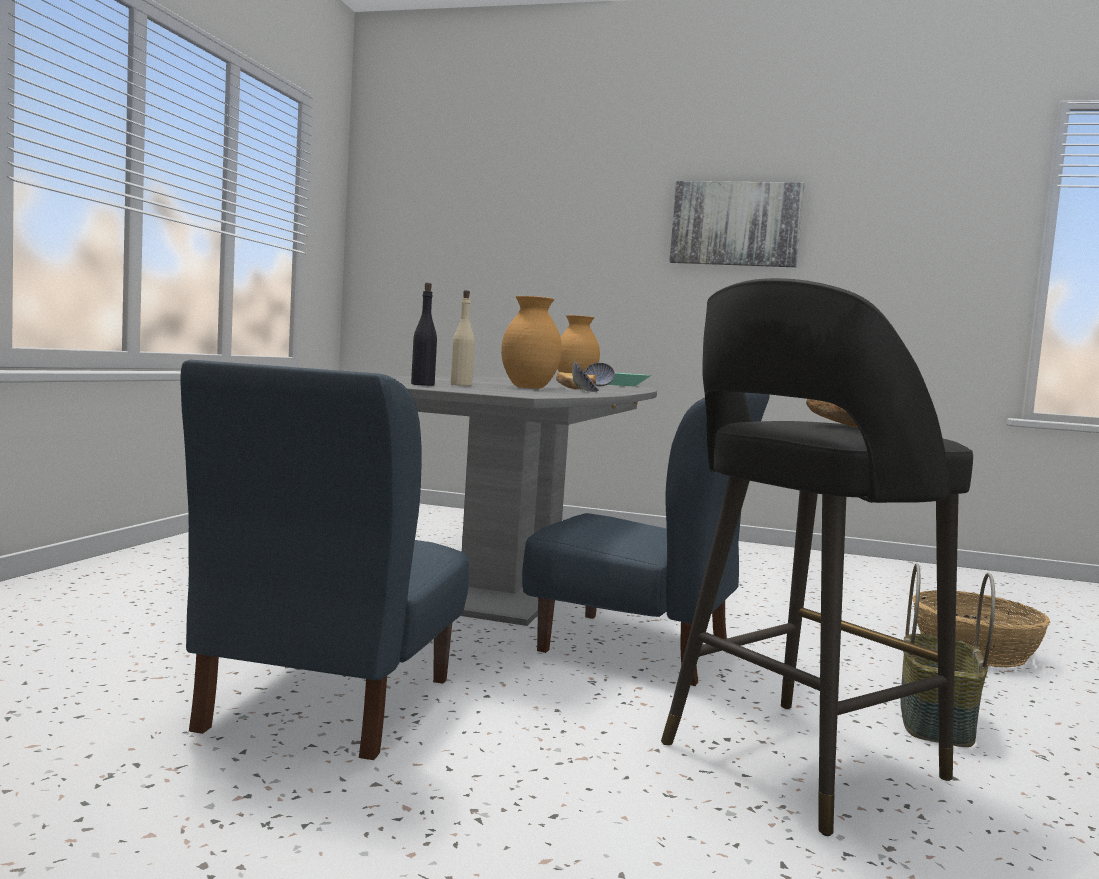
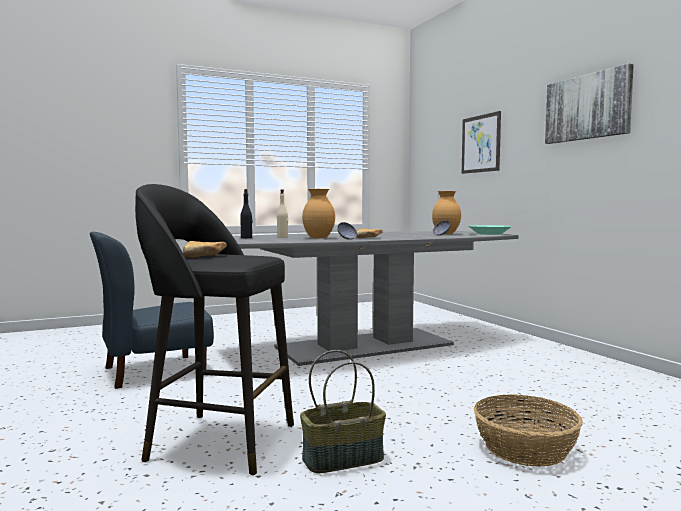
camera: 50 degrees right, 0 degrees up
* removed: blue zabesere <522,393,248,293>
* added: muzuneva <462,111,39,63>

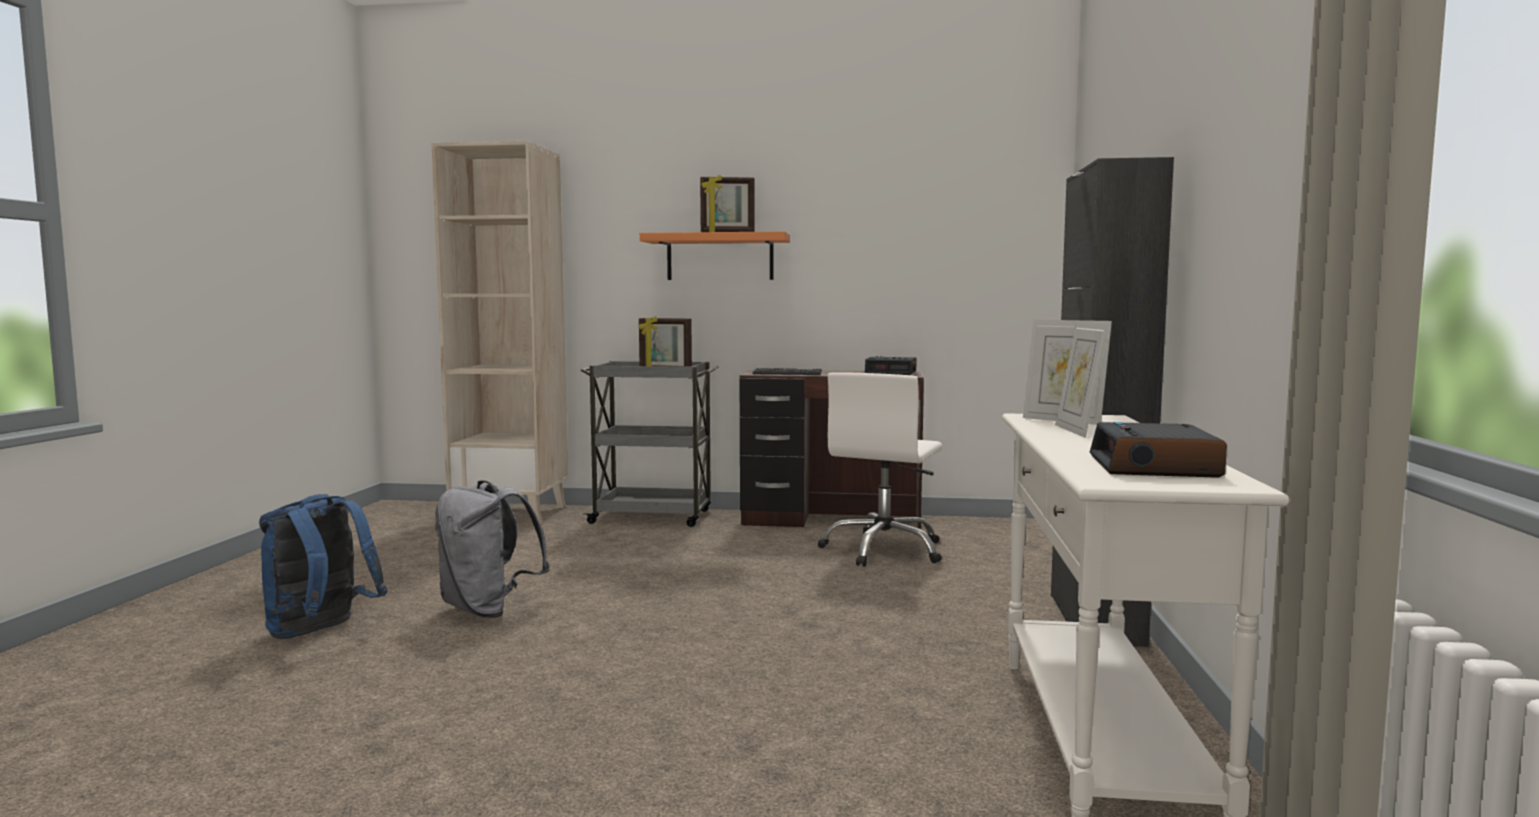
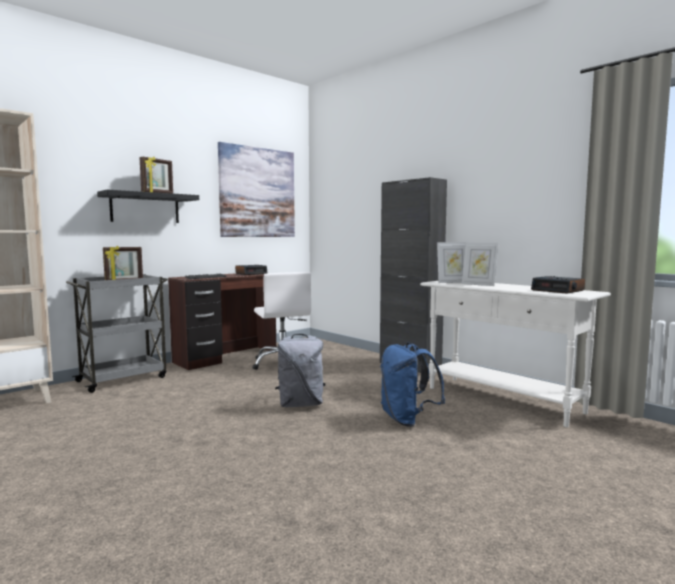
camera: 50 degrees left, 0 degrees up
* added: muzuneva <218,142,77,95>
* moved: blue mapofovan <259,494,129,145> to <381,342,64,85>
* moved: grey mapofovan <435,480,115,138> to <275,334,51,73>
* recoloured: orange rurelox <640,231,150,49> to black rurelox <97,189,102,34>

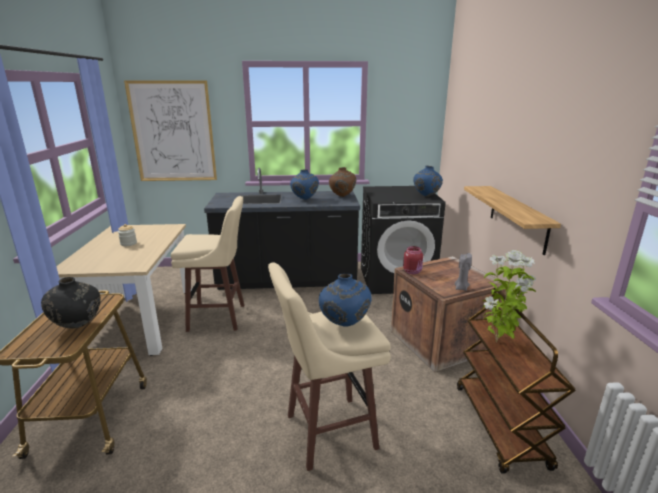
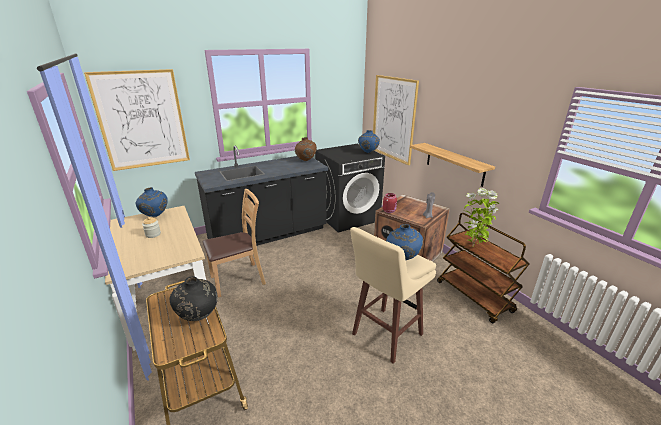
camera: 25 degrees left, 5 degrees up
* added: muzuneva <373,75,46,90>
* moved: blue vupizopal <290,169,29,31> to <136,187,32,30>
* replaced: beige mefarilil <171,196,73,136> to brown zabesere <203,189,63,109>

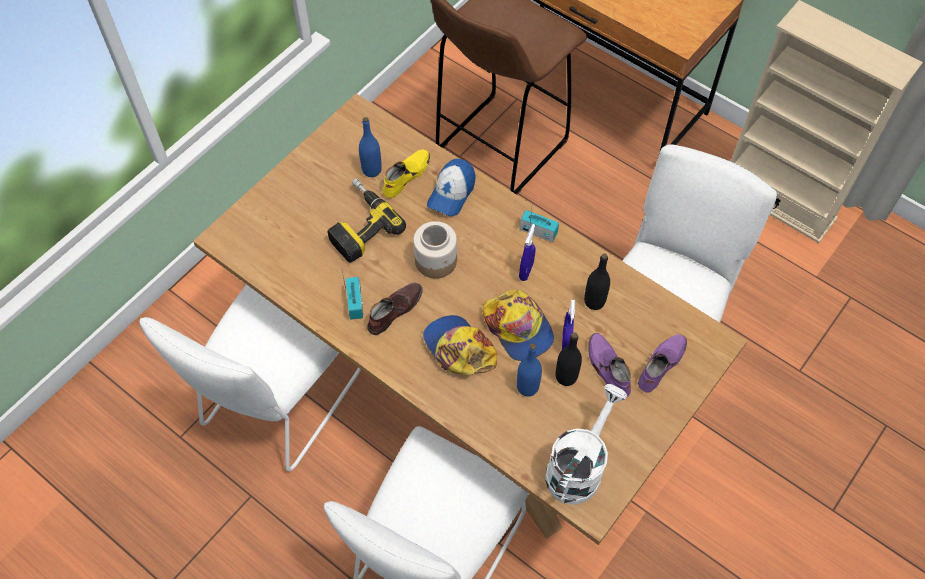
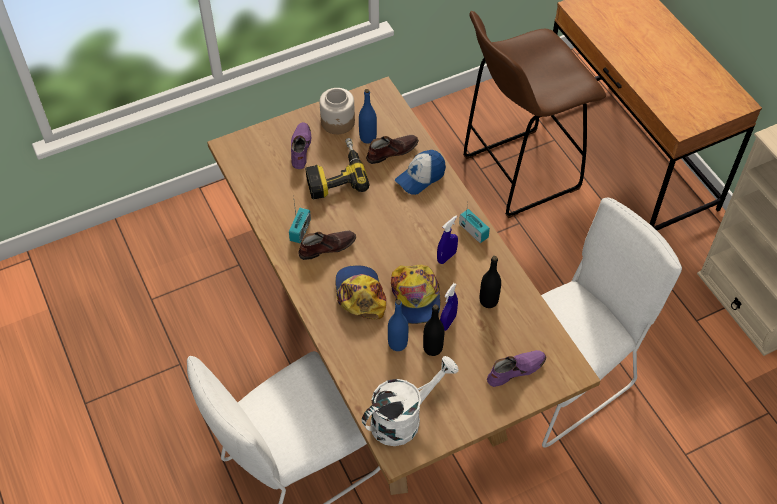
camera: 25 degrees right, 5 degrees down
* removed: white zabesere <139,284,222,188>
* moved: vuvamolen <413,221,44,57> to <319,88,36,46>
* moved: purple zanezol <588,333,43,65> to <291,122,20,47>
* recoloured: yellow zanezol <382,149,48,49> to brown zanezol <366,135,53,29>

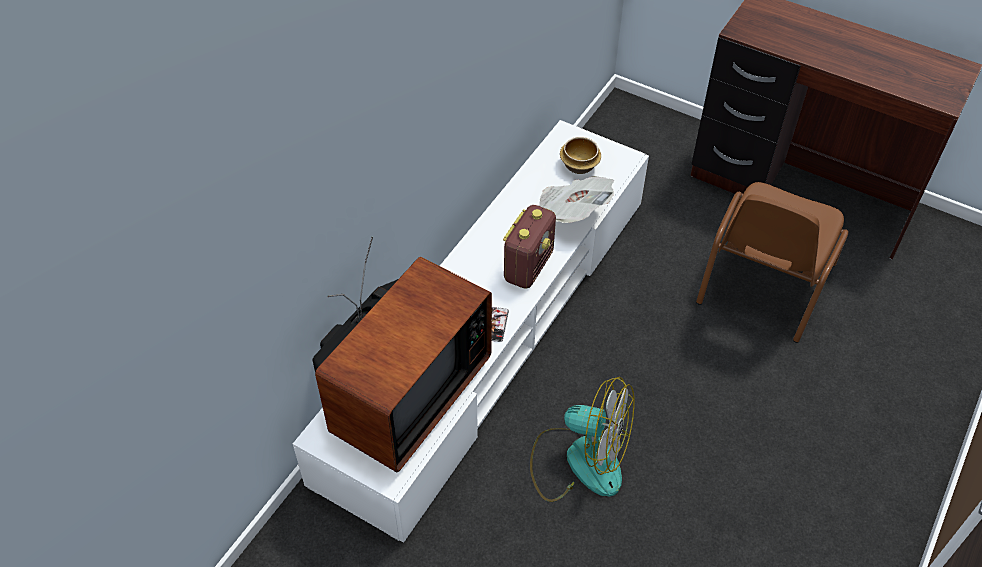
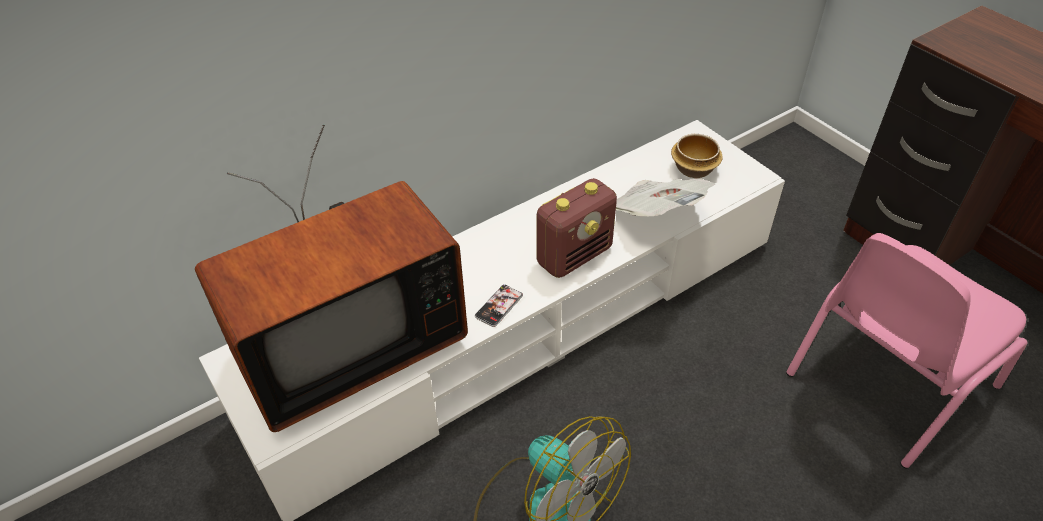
camera: 25 degrees right, 5 degrees down
* recoloured: brown zabesere <696,182,153,161> to pink zabesere <786,233,241,236>

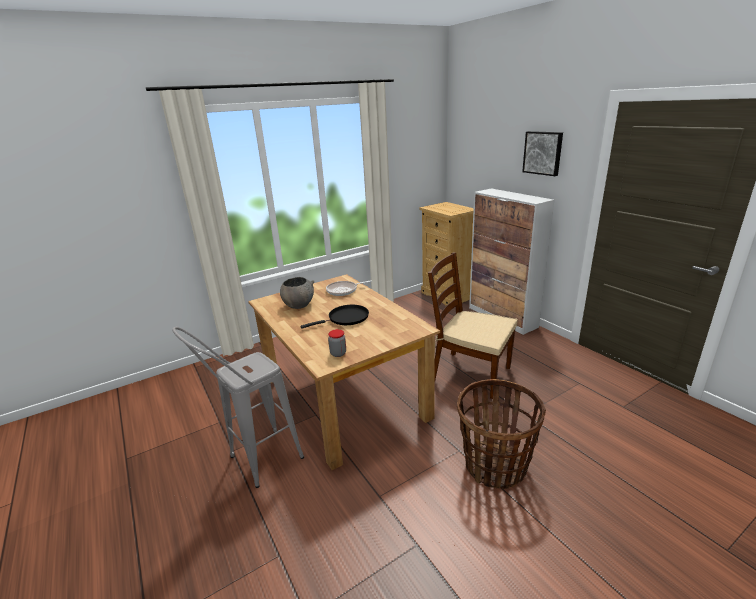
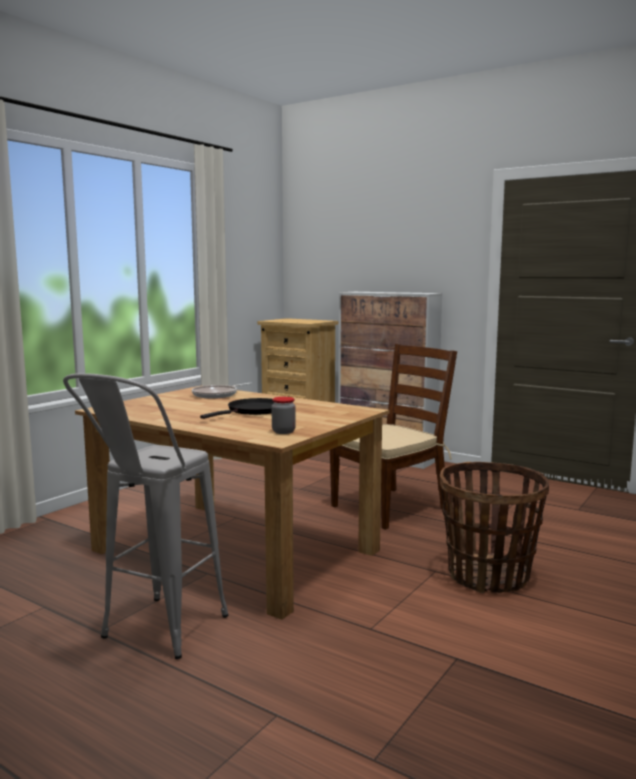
camera: 25 degrees left, 15 degrees down
* removed: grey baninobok <280,277,35,32>
* removed: muzuneva <522,131,41,45>
* turned: brown zabesere <428,252,90,147> = <330,344,127,186> 135 degrees clockwise

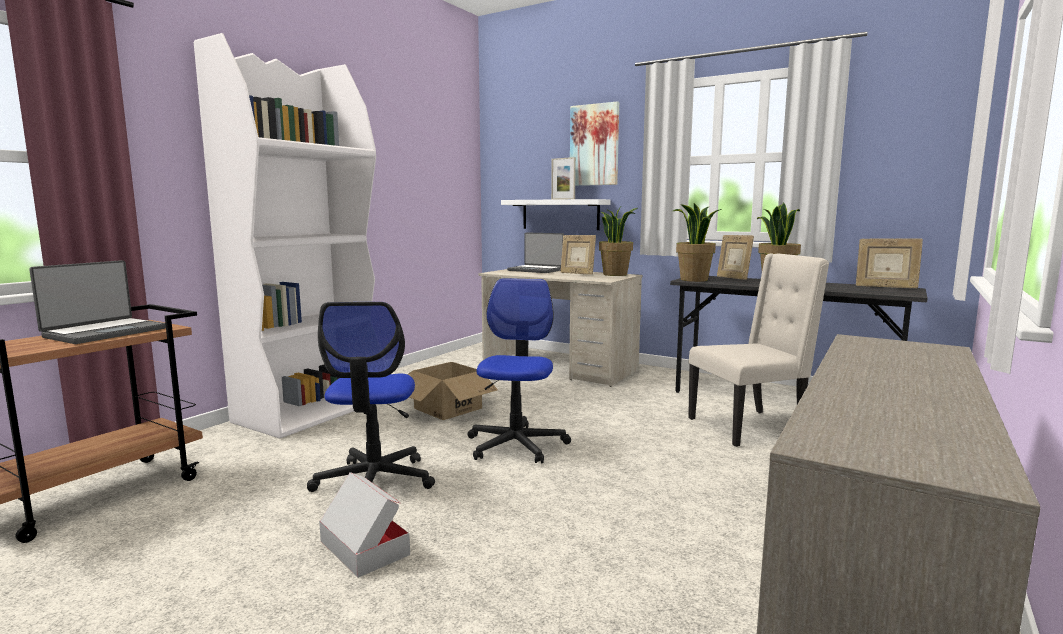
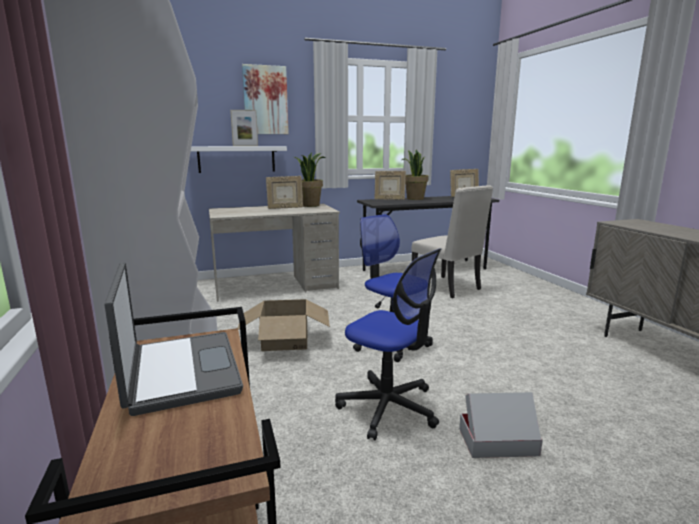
camera: 50 degrees left, 5 degrees up
* removed: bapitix <507,232,57,41>
* removed: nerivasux <673,203,49,79>
* turned: beige zabesere <688,254,141,193> = <411,185,82,113> 120 degrees clockwise

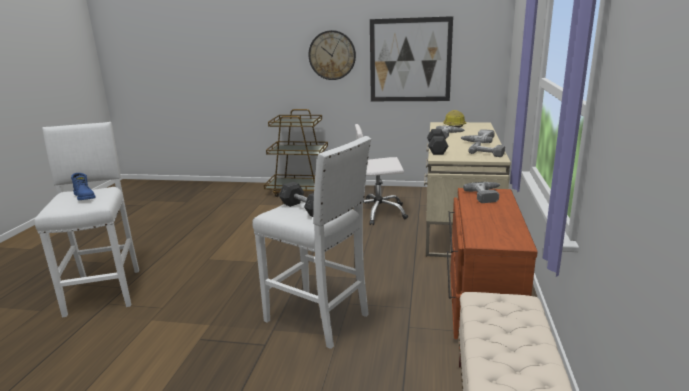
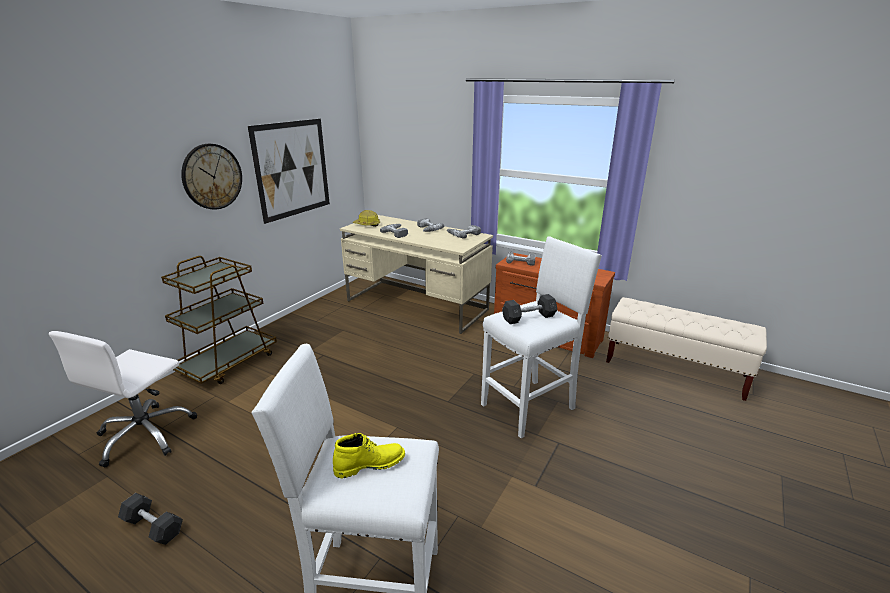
camera: 70 degrees left, 5 degrees up
* moved: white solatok <355,124,53,101> to <49,331,148,136>
* moved: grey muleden <427,129,21,26> to <118,493,65,52>
* recoloured: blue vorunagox <71,173,24,27> to yellow vorunagox <333,433,72,45>

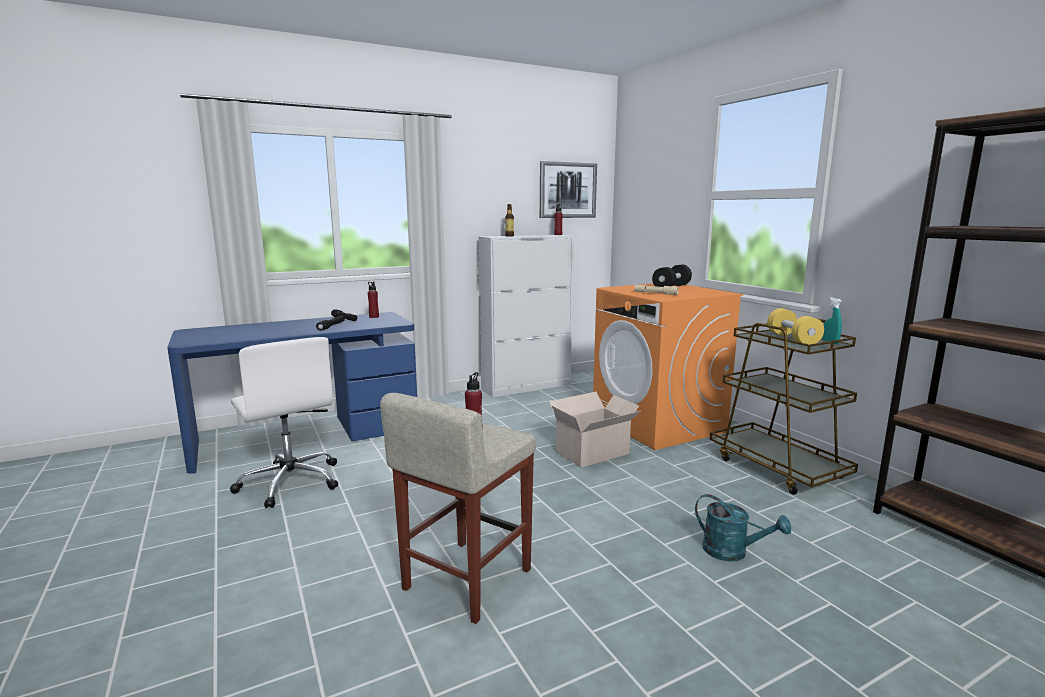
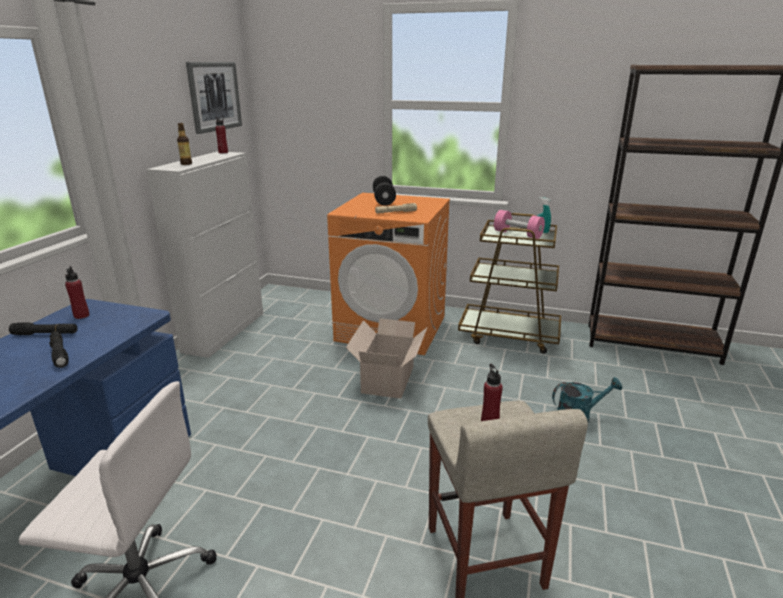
camera: 45 degrees left, 10 degrees up
* recoloured: yellow muleden <767,308,57,36> to pink muleden <494,210,51,29>

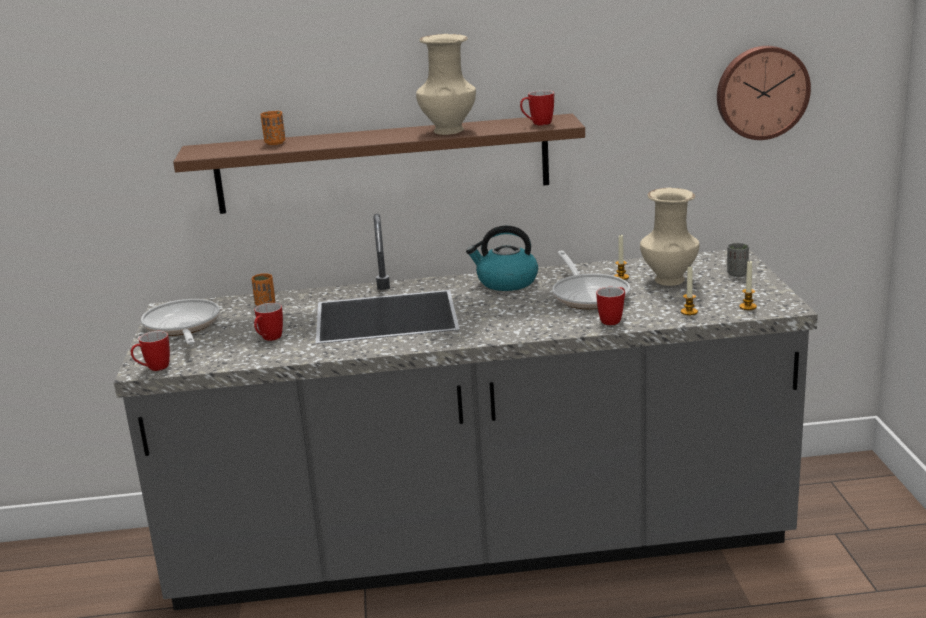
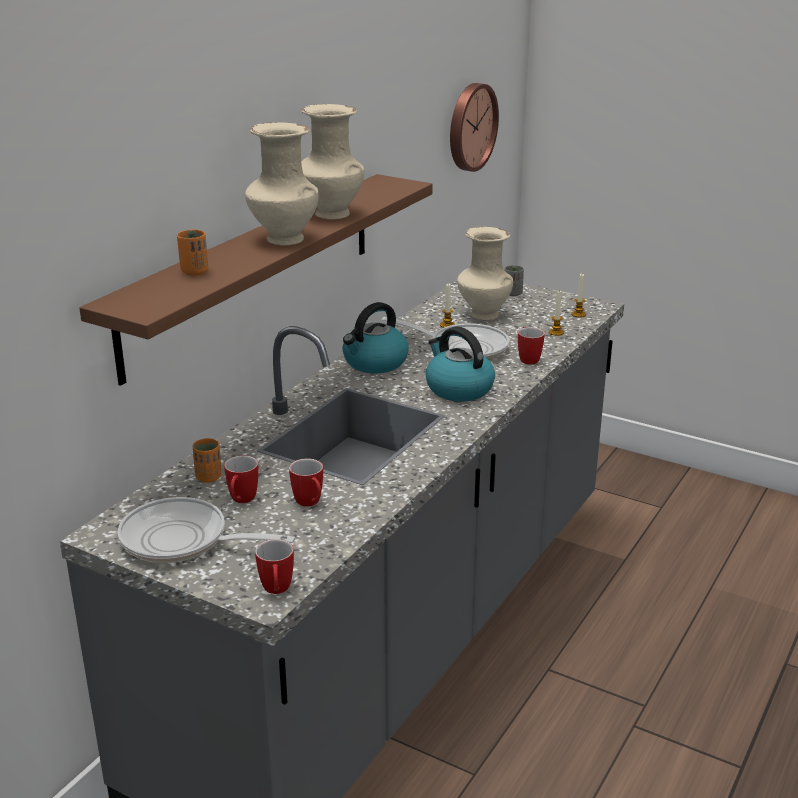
camera: 55 degrees left, 5 degrees up
* added: beige vupizopal <245,122,74,124>
* added: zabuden <425,326,70,76>
* moved: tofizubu <520,90,34,35> to <224,455,34,48>

